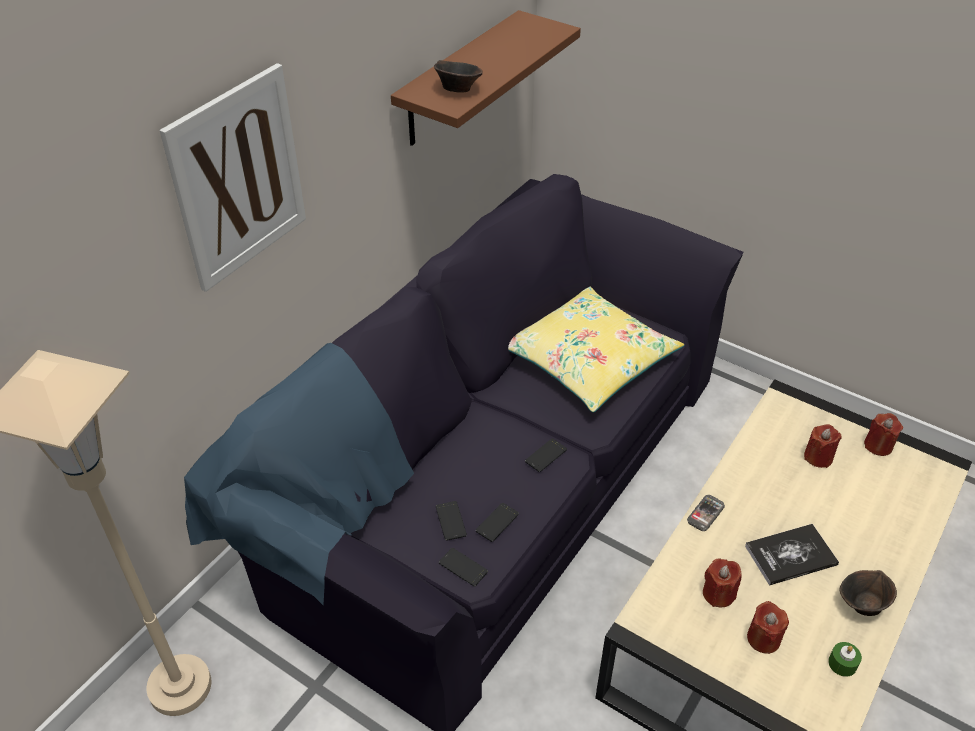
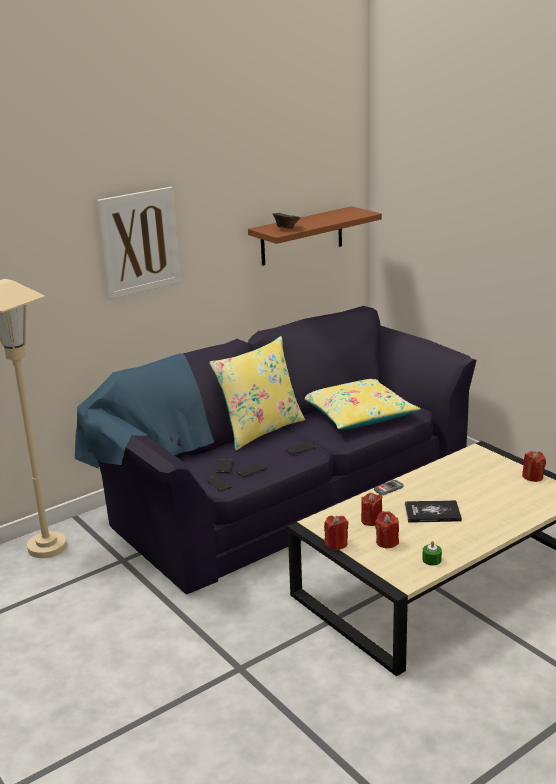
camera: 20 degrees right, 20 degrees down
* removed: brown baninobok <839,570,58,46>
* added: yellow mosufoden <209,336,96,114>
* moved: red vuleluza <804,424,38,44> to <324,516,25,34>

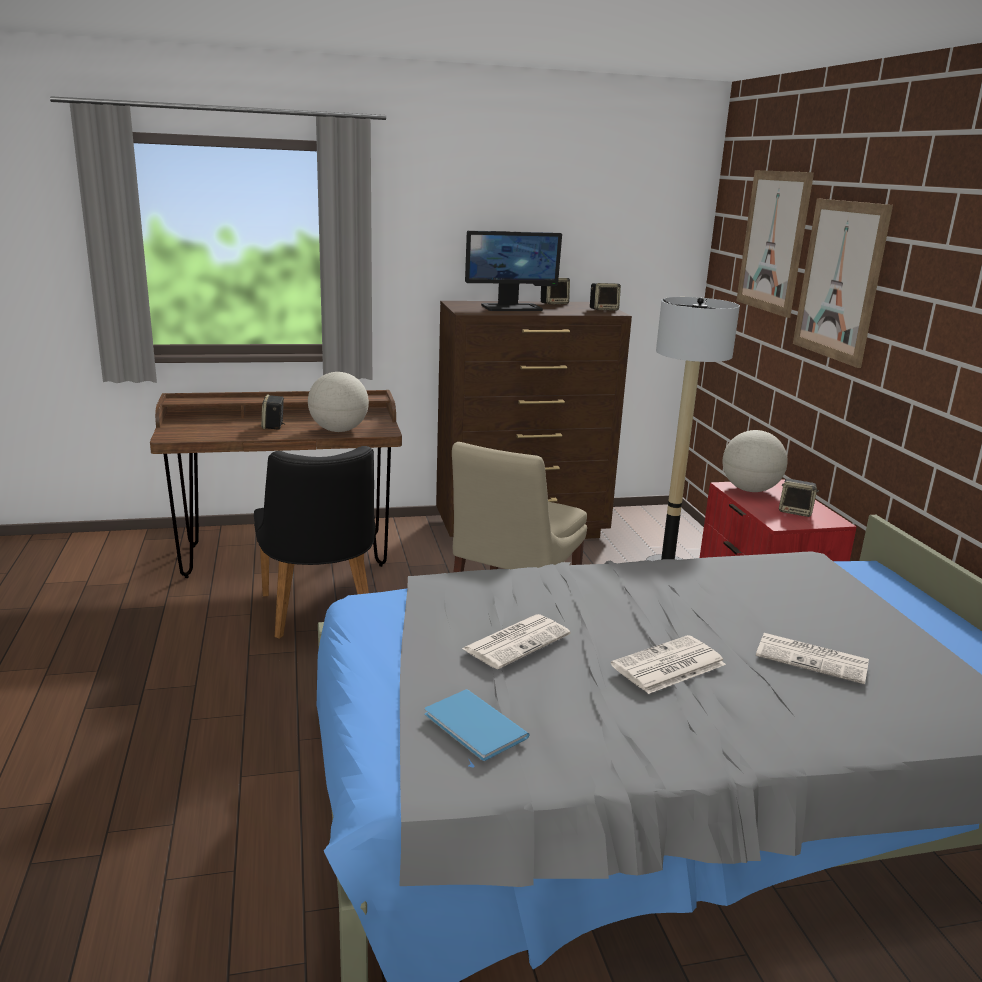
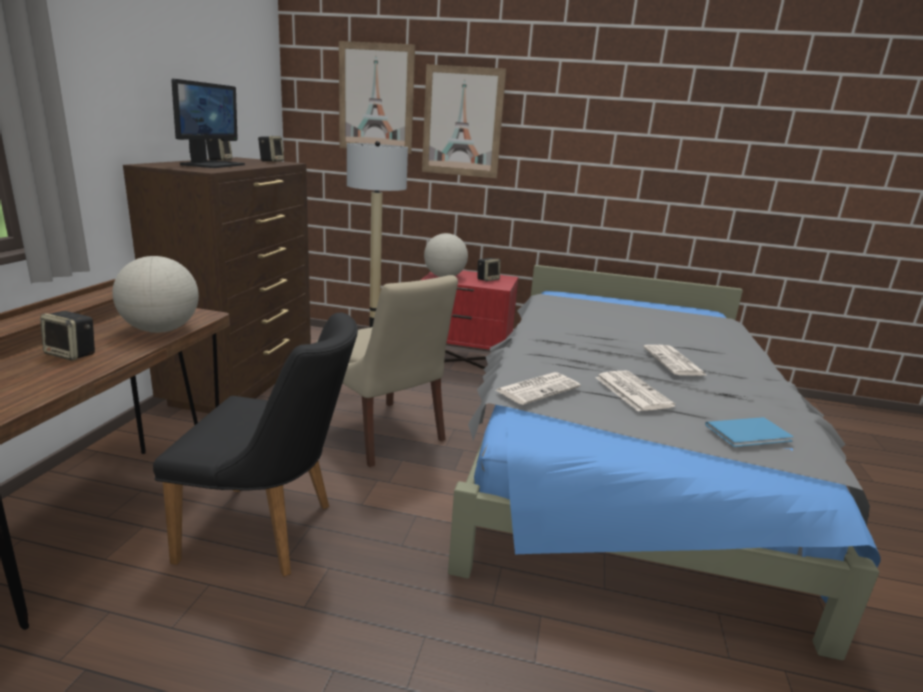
camera: 65 degrees left, 0 degrees up
* moved: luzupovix <756,633,113,51> to <496,372,85,33>

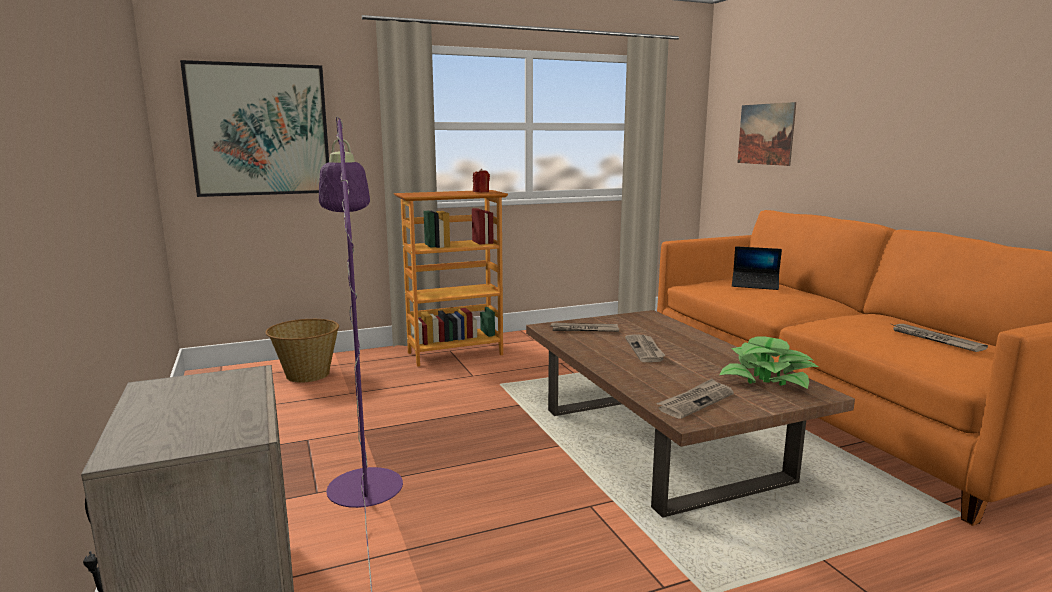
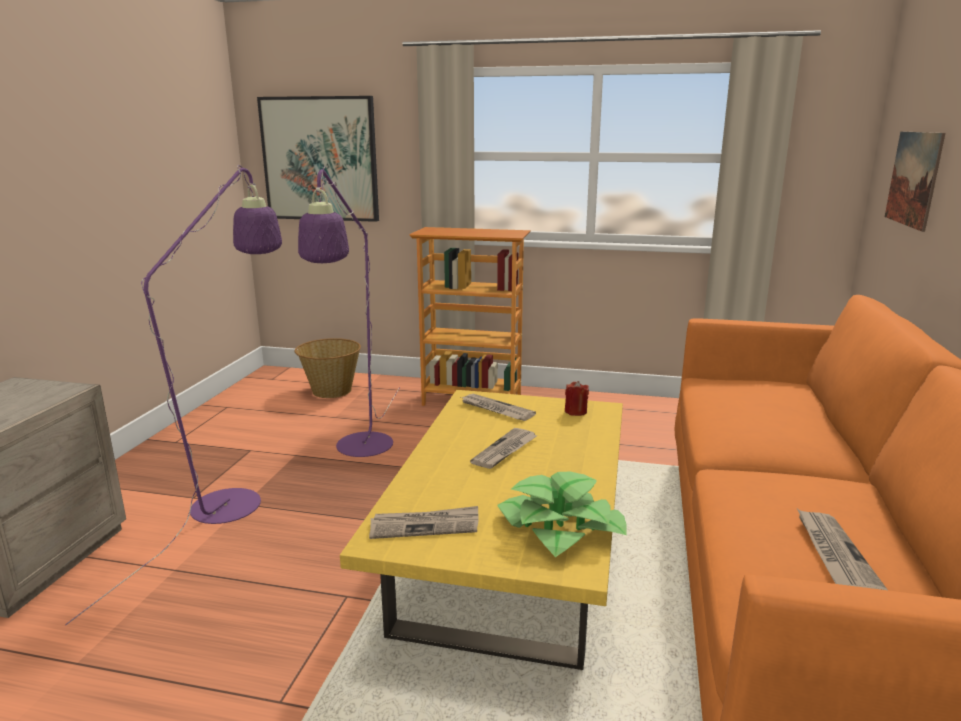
camera: 35 degrees right, 5 degrees up
* removed: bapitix <732,246,50,44>
* added: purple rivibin <298,166,102,291>
* moved: red vuleluza <473,169,17,23> to <565,381,24,35>
* recoloured: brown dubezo <526,310,329,208> to yellow dubezo <340,390,283,280>

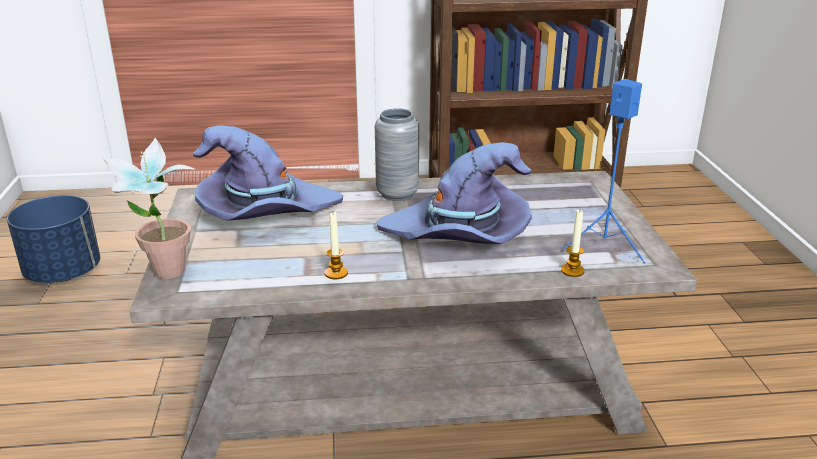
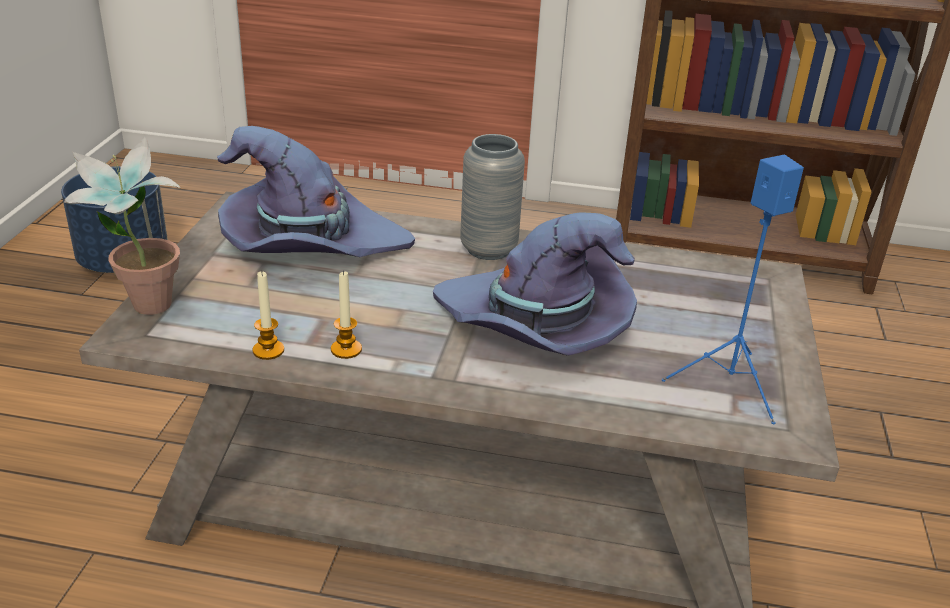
camera: 15 degrees right, 5 degrees up
* moved: vuleluza <561,210,24,67> to <252,271,32,89>

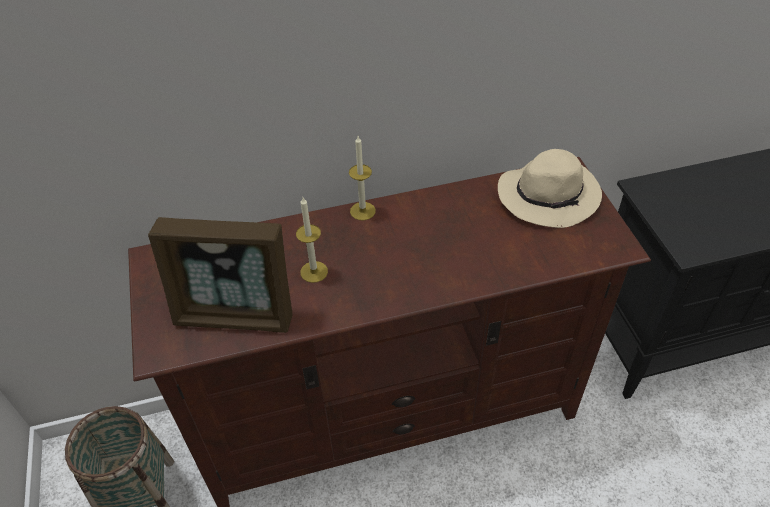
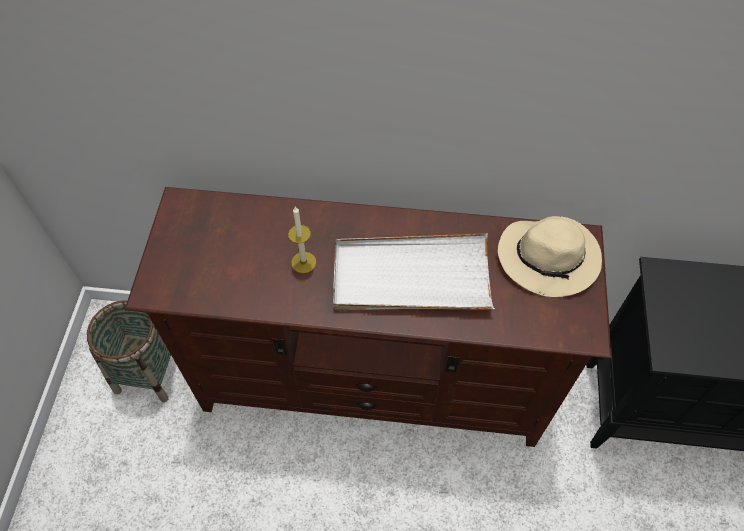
camera: 20 degrees right, 10 degrees up
* removed: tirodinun <148,217,145,116>
* removed: vuleluza <349,136,27,84>
* added: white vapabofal <333,233,162,77>

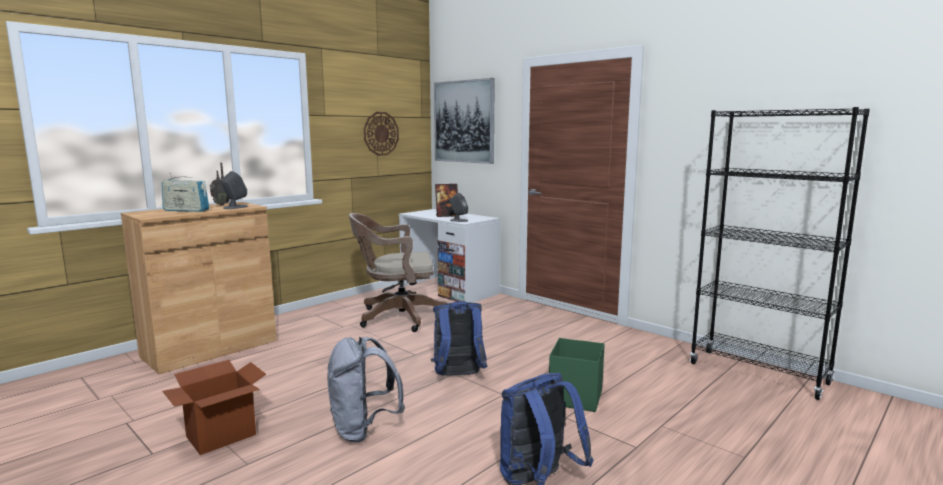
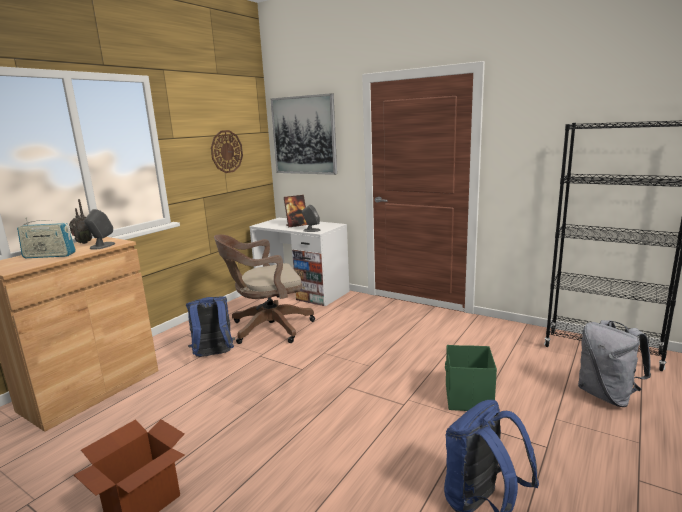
camera: 10 degrees left, 5 degrees up
* moved: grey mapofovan <328,337,77,106> to <578,320,73,87>
* moved: blue mapofovan <431,301,56,75> to <186,296,49,61>

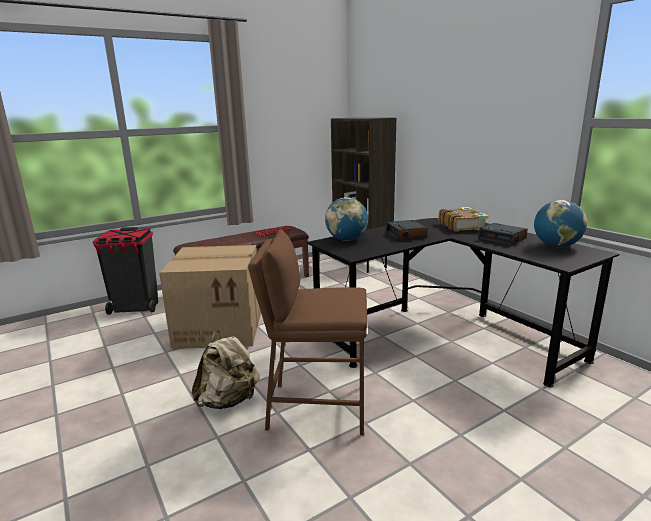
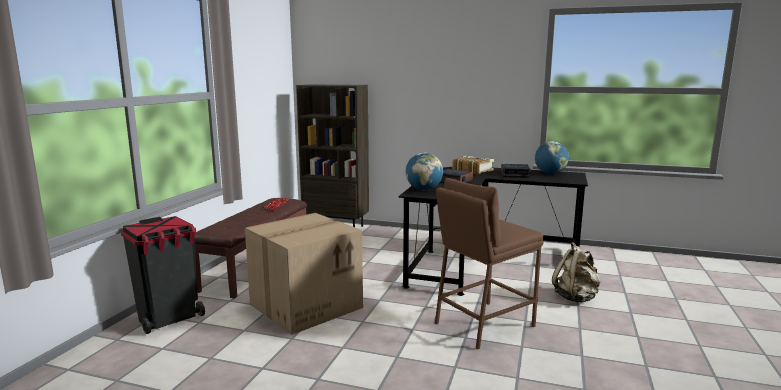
camera: 40 degrees left, 5 degrees down
* moved: beige mapofovan <192,330,68,79> to <552,242,48,60>

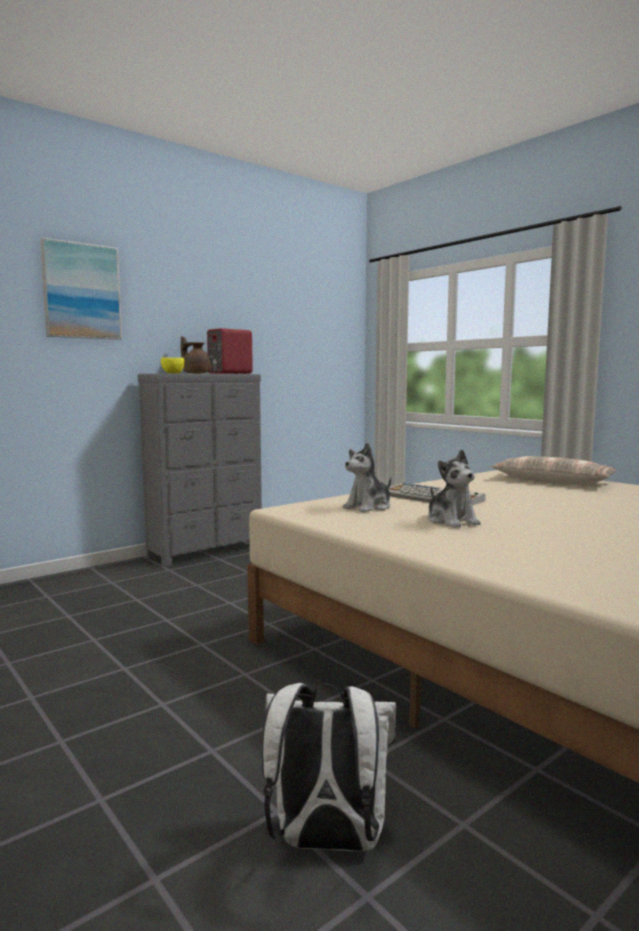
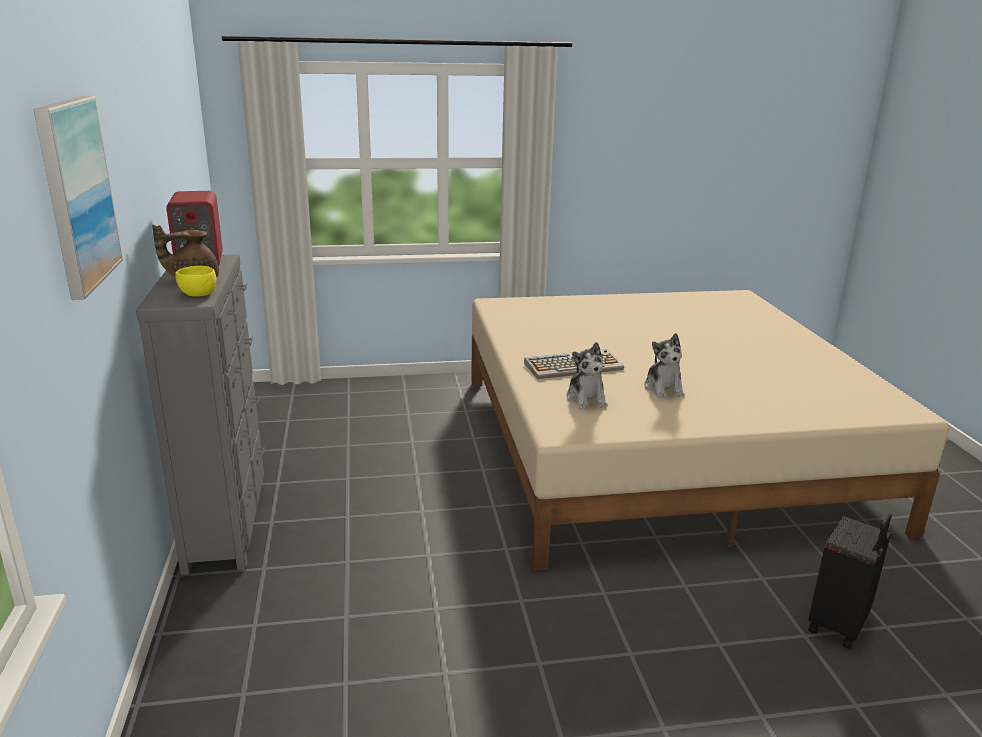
camera: 60 degrees left, 15 degrees up
* removed: mosufoden <490,456,126,28>
* replaced: white mapofovan <262,683,134,169> to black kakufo <808,513,84,136>
* turned: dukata <428,450,53,78> = <644,333,40,65> 75 degrees clockwise

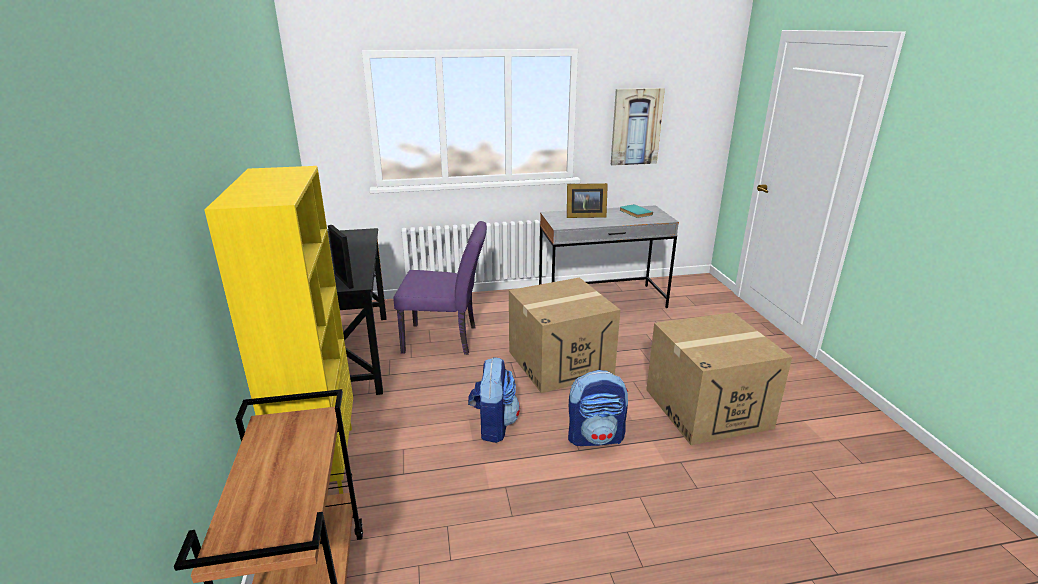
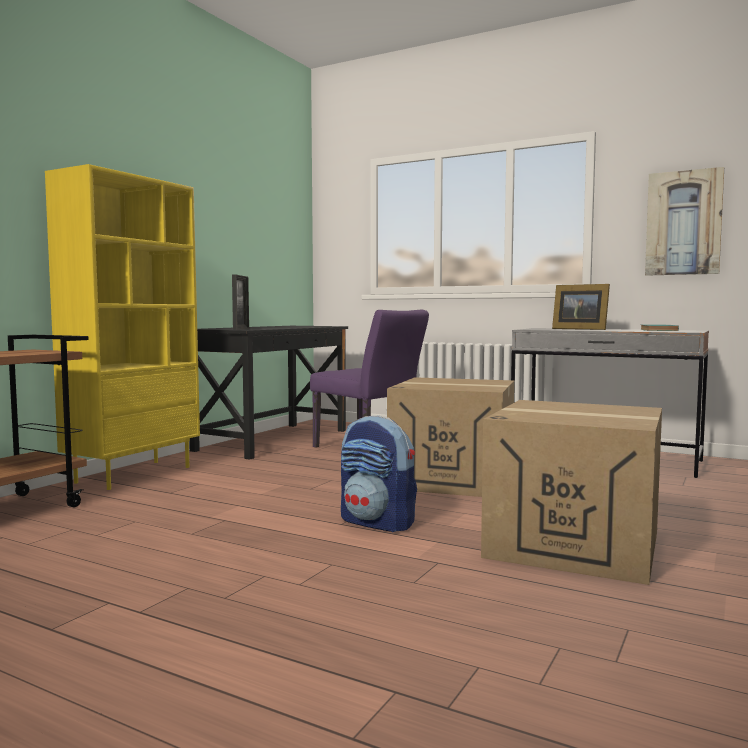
camera: 40 degrees right, 20 degrees down
* removed: mapofovan <468,357,52,86>

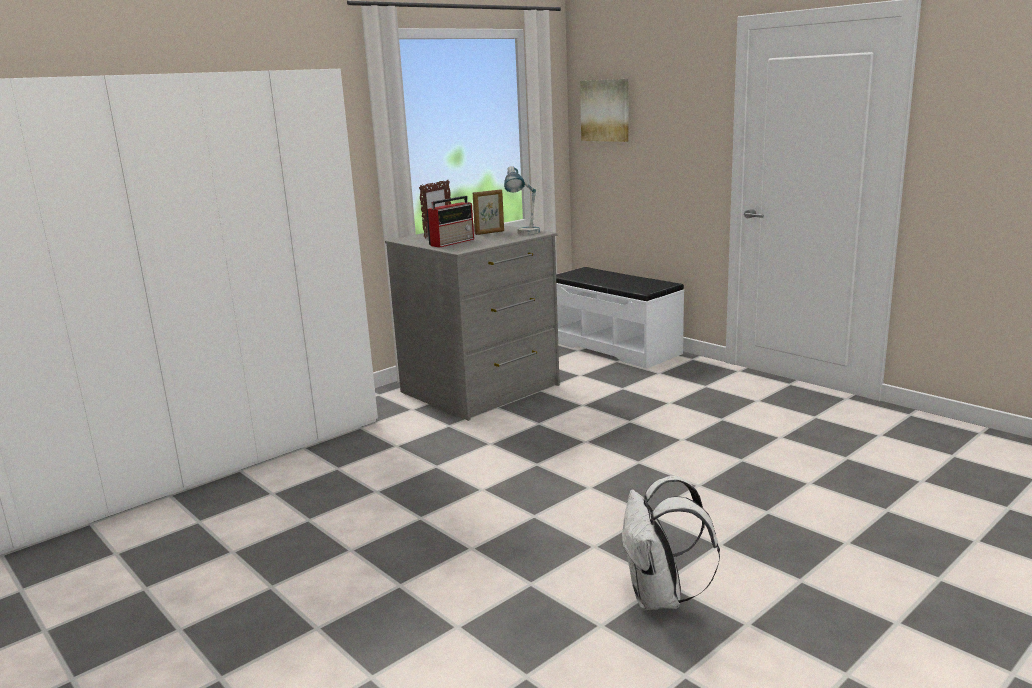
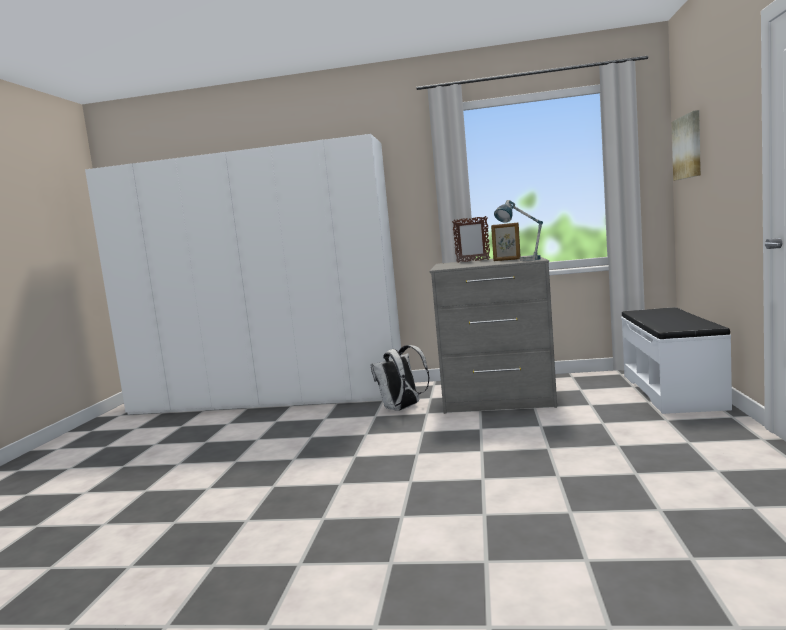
camera: 50 degrees right, 10 degrees down
* removed: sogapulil <426,196,48,51>
* moved: white mapofovan <622,476,98,134> to <370,345,59,66>

